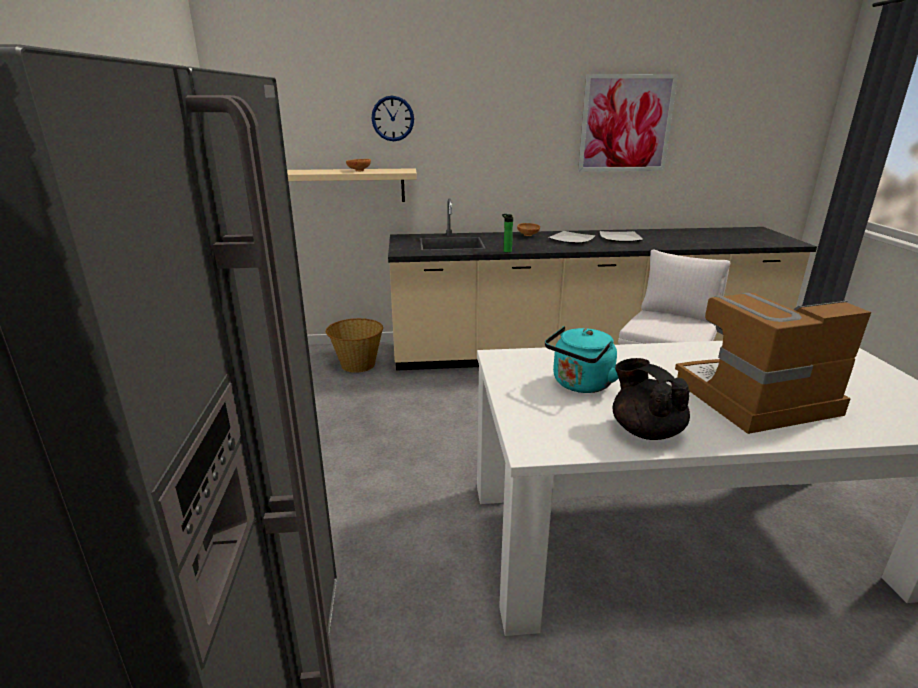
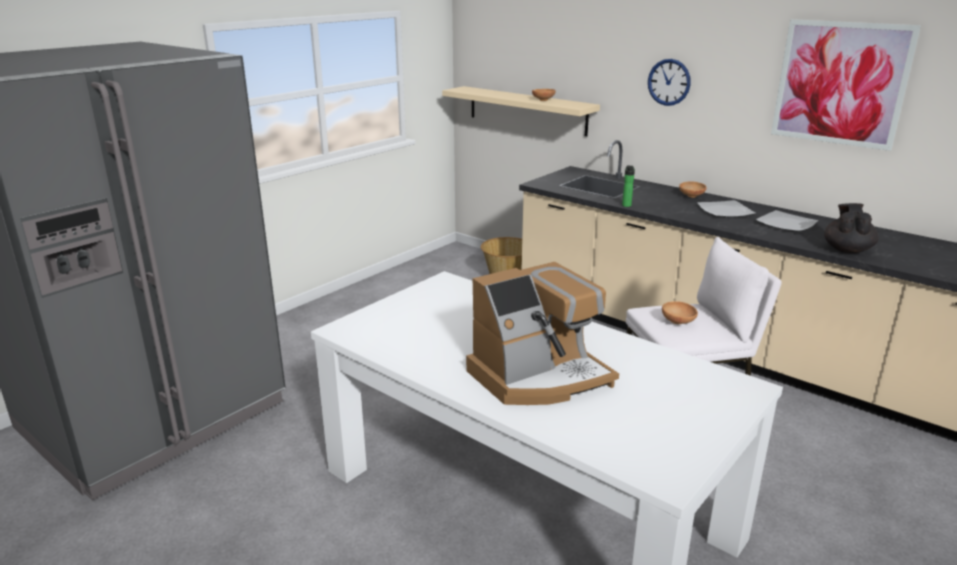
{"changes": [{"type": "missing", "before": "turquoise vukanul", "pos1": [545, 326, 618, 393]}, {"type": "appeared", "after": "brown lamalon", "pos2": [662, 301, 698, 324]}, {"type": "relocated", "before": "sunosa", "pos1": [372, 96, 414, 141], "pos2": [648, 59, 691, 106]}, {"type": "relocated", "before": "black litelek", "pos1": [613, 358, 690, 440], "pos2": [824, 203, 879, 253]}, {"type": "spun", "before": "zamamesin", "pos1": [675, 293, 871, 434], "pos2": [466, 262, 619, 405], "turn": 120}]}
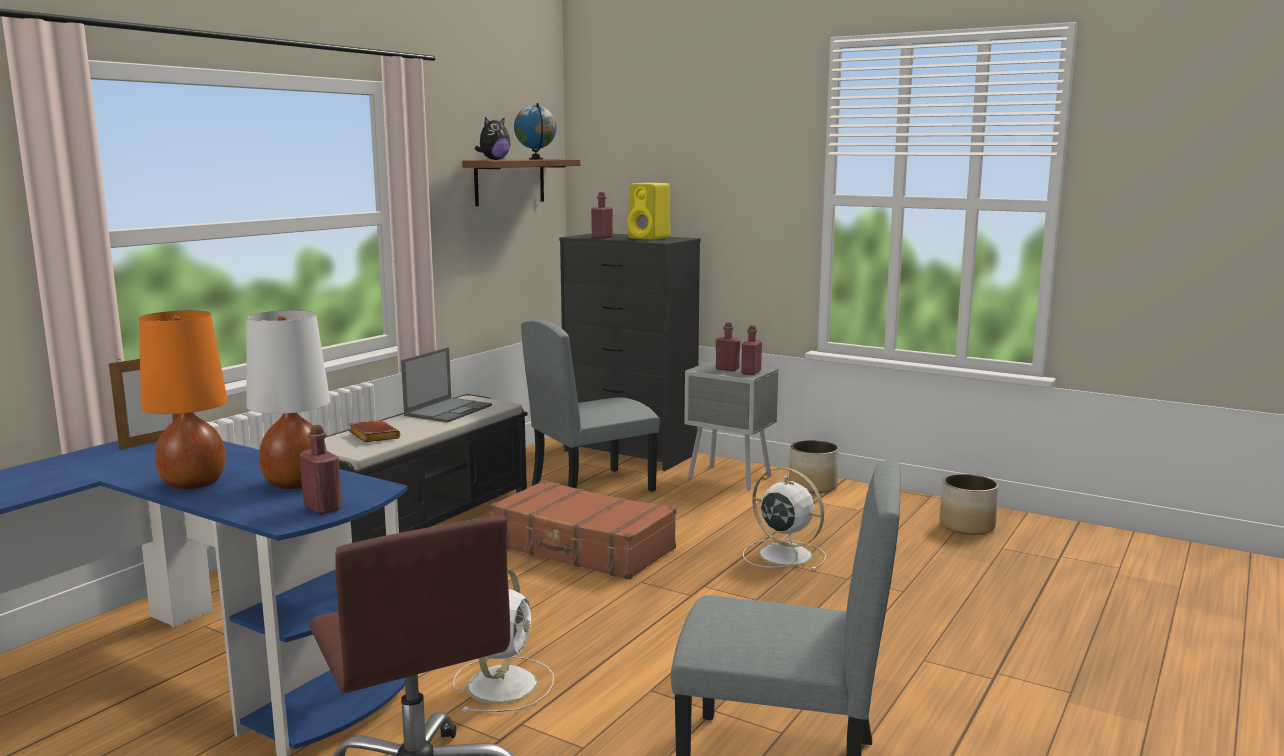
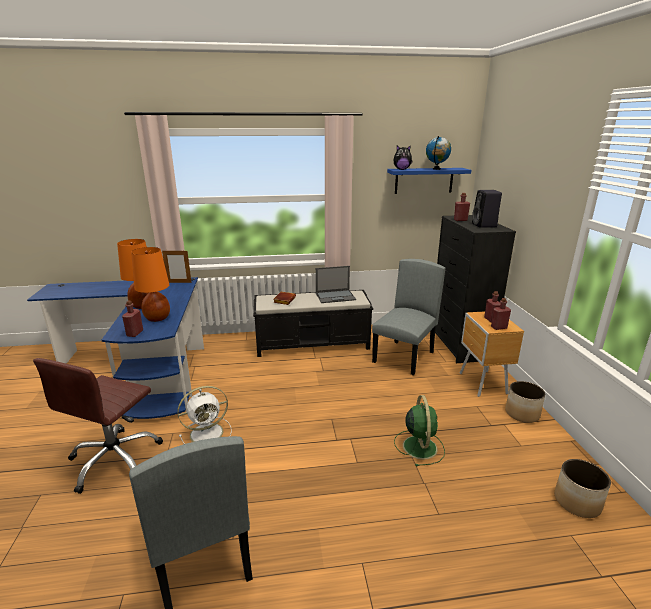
{"changes": [{"type": "missing", "before": "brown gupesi", "pos1": [490, 480, 676, 580]}, {"type": "colour", "before": "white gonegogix", "after": "orange gonegogix", "pos1": [247, 310, 330, 489], "pos2": [131, 247, 170, 322]}, {"type": "colour", "before": "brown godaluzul", "after": "blue godaluzul", "pos1": [462, 159, 580, 206], "pos2": [387, 168, 471, 194]}, {"type": "colour", "before": "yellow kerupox", "after": "black kerupox", "pos1": [628, 183, 670, 240], "pos2": [472, 190, 502, 228]}, {"type": "colour", "before": "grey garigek", "after": "brown garigek", "pos1": [684, 361, 778, 490], "pos2": [460, 311, 524, 397]}, {"type": "colour", "before": "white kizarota", "after": "green kizarota", "pos1": [743, 467, 826, 571], "pos2": [394, 395, 445, 466]}, {"type": "spun", "before": "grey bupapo", "pos1": [521, 320, 660, 492], "pos2": [372, 259, 445, 375], "turn": 105}]}
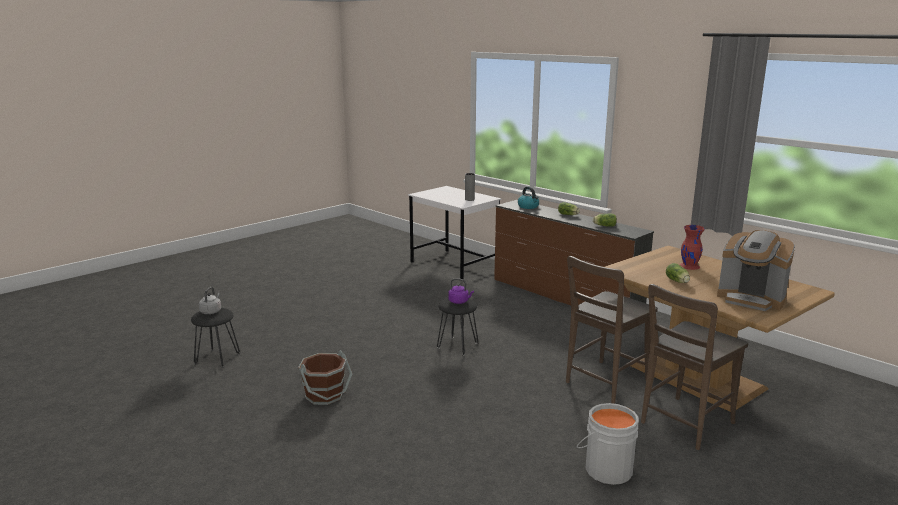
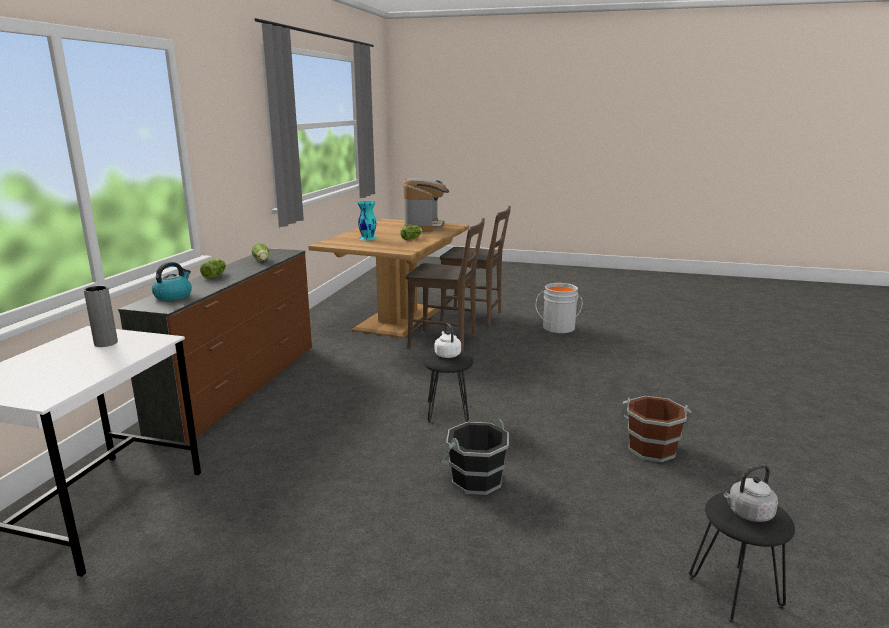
{"changes": [{"type": "appeared", "after": "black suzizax", "pos2": [438, 419, 509, 495]}, {"type": "colour", "before": "purple vukanul", "after": "white vukanul", "pos1": [448, 278, 474, 304], "pos2": [435, 323, 461, 358]}, {"type": "colour", "before": "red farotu", "after": "turquoise farotu", "pos1": [679, 225, 705, 270], "pos2": [358, 201, 377, 240]}]}
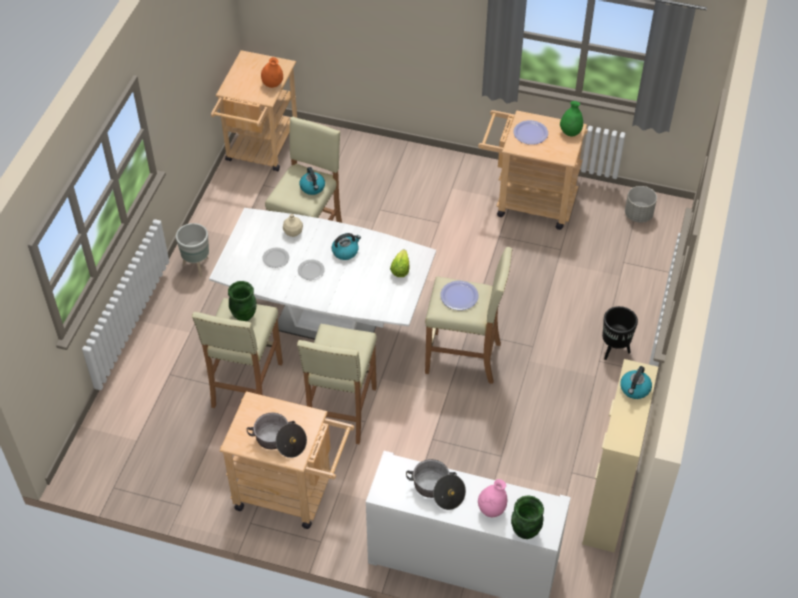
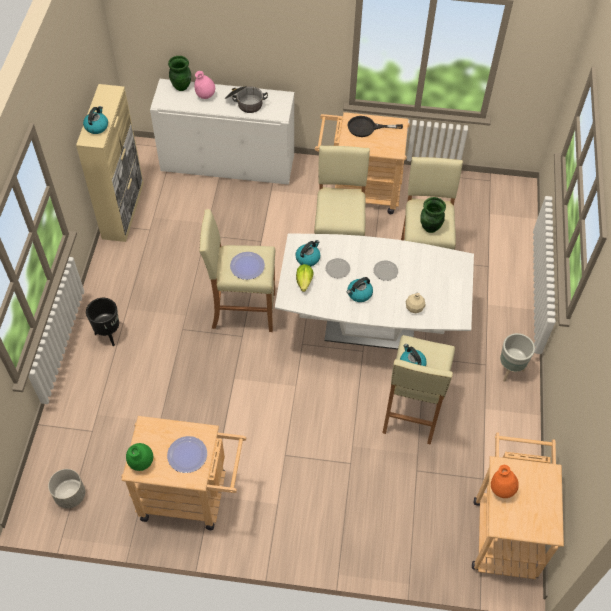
{"changes": [{"type": "appeared", "after": "vukanul", "pos2": [295, 240, 320, 266]}, {"type": "relocated", "before": "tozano", "pos1": [262, 247, 289, 268], "pos2": [326, 258, 350, 278]}, {"type": "exchanged", "before": "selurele", "after": "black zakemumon", "pos1": [247, 413, 307, 458], "pos2": [348, 116, 403, 137]}]}
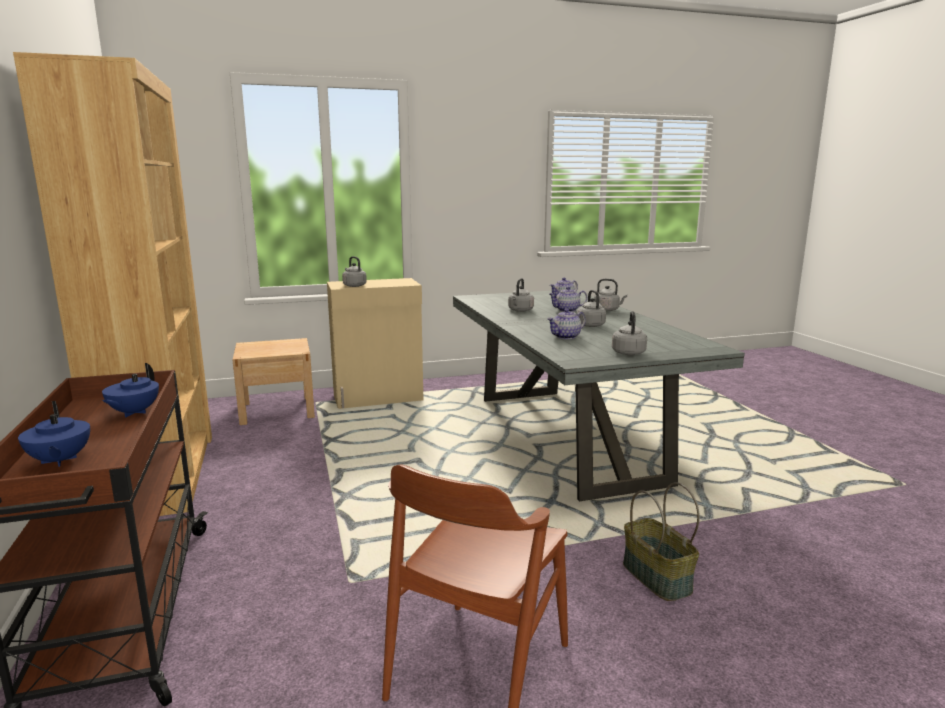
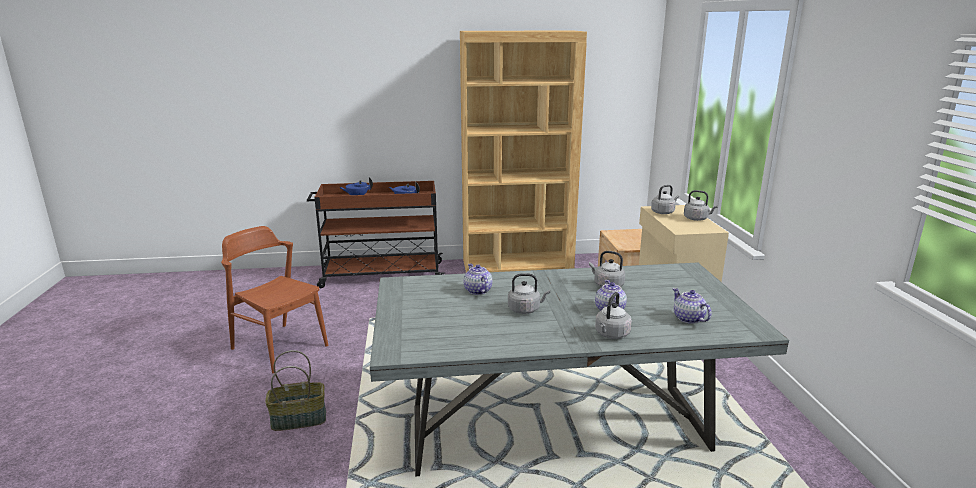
{"changes": [{"type": "relocated", "before": "grey vukanul", "pos1": [612, 311, 647, 355], "pos2": [684, 190, 718, 221]}]}
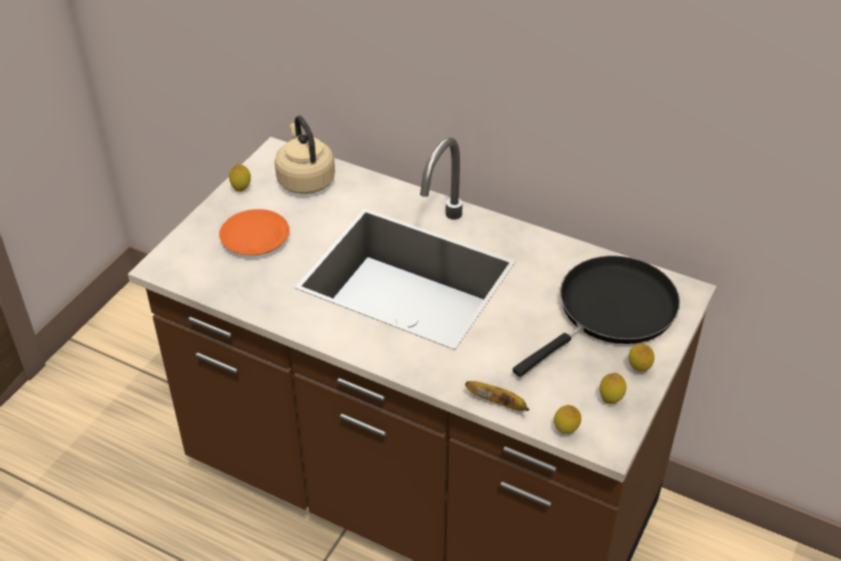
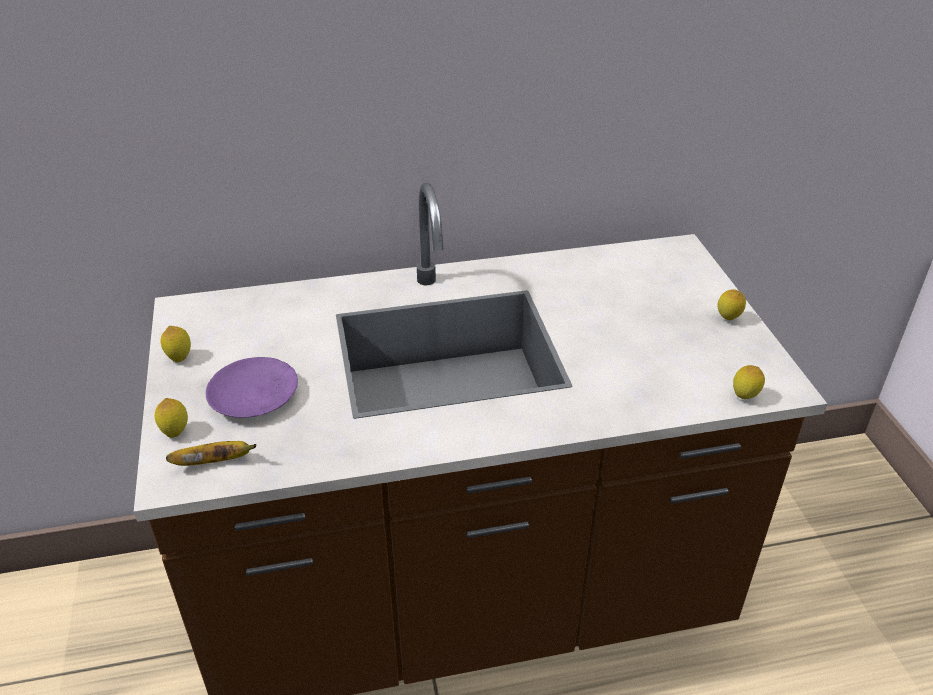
{"changes": [{"type": "missing", "before": "beige vukanul", "pos1": [275, 116, 335, 194]}, {"type": "missing", "before": "black zakemumon", "pos1": [513, 256, 680, 377]}, {"type": "relocated", "before": "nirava", "pos1": [465, 381, 529, 411], "pos2": [166, 441, 257, 466]}, {"type": "relocated", "before": "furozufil", "pos1": [600, 373, 626, 404], "pos2": [155, 398, 188, 438]}, {"type": "colour", "before": "orange tozano", "after": "purple tozano", "pos1": [219, 209, 290, 255], "pos2": [206, 357, 298, 418]}]}
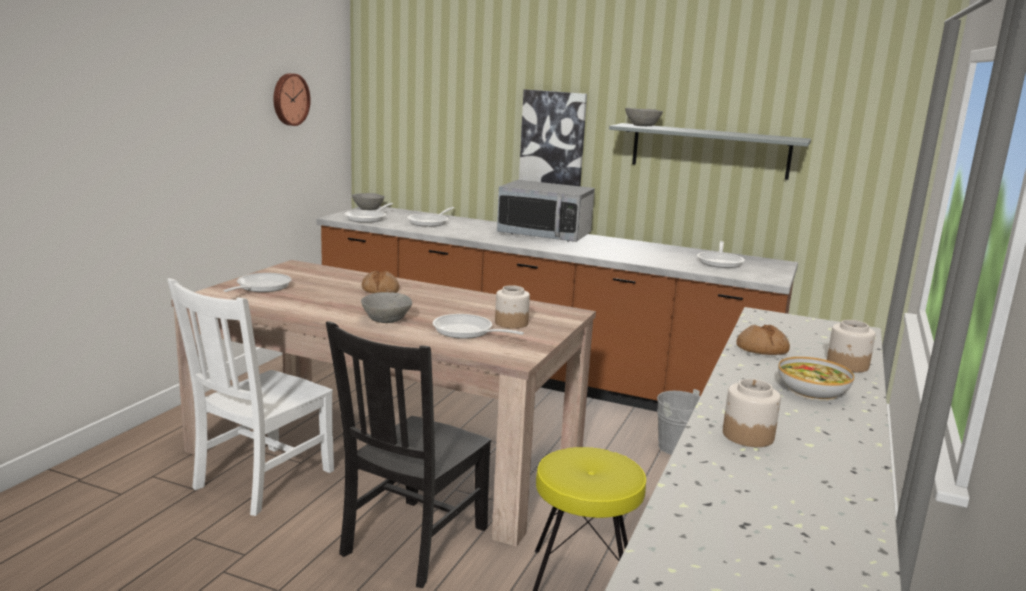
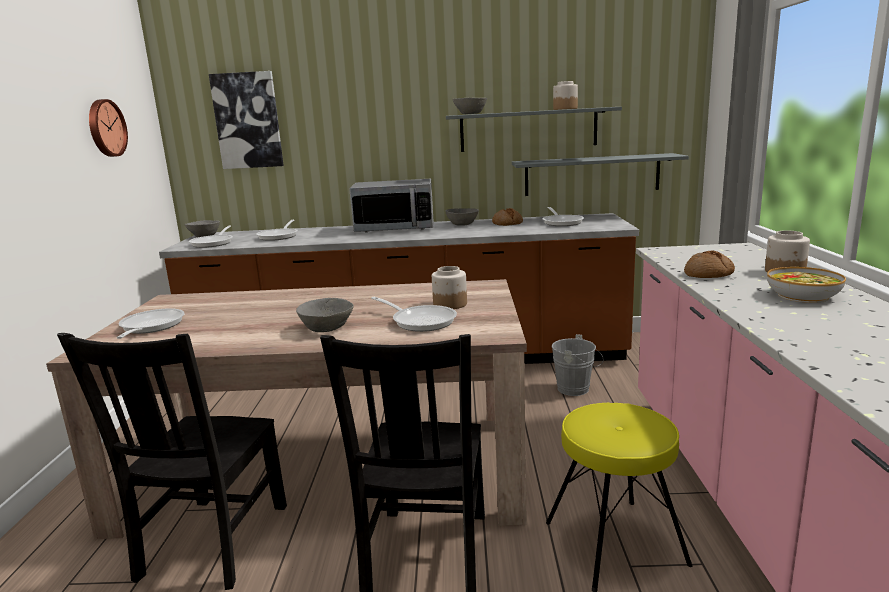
{"changes": [{"type": "appeared", "after": "grey lamalon", "pos2": [445, 208, 479, 226]}, {"type": "appeared", "after": "grey godaluzul", "pos2": [512, 153, 689, 196]}, {"type": "relocated", "before": "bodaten", "pos1": [362, 271, 399, 293], "pos2": [492, 208, 523, 226]}, {"type": "relocated", "before": "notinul", "pos1": [519, 89, 587, 186], "pos2": [209, 71, 284, 169]}, {"type": "relocated", "before": "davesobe", "pos1": [723, 379, 781, 447], "pos2": [553, 81, 578, 110]}, {"type": "colour", "before": "white bupapo", "after": "black bupapo", "pos1": [167, 278, 334, 516], "pos2": [57, 333, 287, 590]}, {"type": "spun", "before": "zakemumon", "pos1": [433, 314, 524, 339], "pos2": [371, 297, 457, 332], "turn": -150}]}
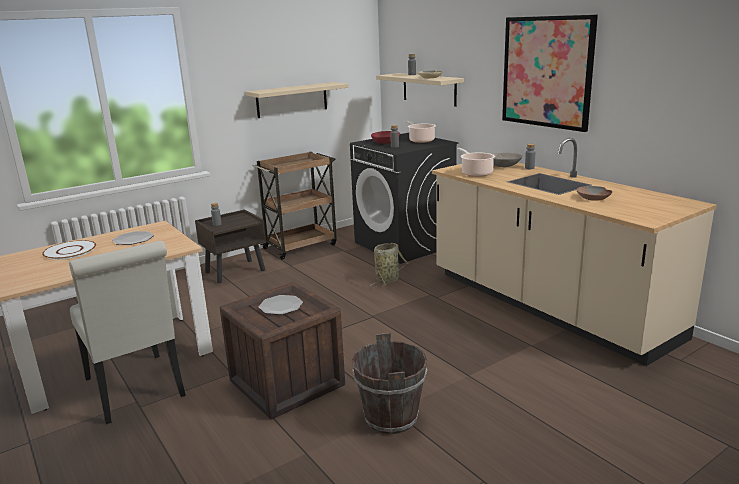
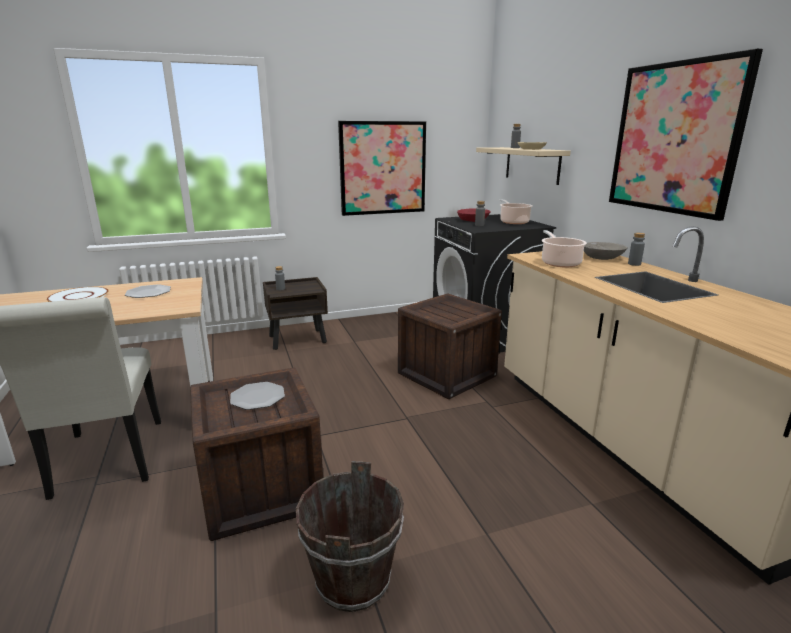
{"changes": [{"type": "missing", "before": "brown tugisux", "pos1": [253, 152, 337, 260]}, {"type": "missing", "before": "brown lamalon", "pos1": [577, 186, 612, 201]}, {"type": "exchanged", "before": "beige godaluzul", "after": "notinul", "pos1": [246, 82, 349, 118], "pos2": [338, 121, 426, 216]}, {"type": "exchanged", "before": "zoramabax", "after": "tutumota", "pos1": [370, 243, 410, 287], "pos2": [398, 293, 502, 399]}]}
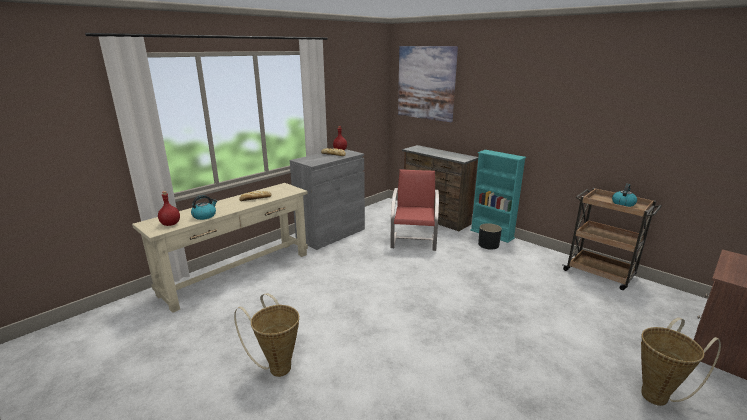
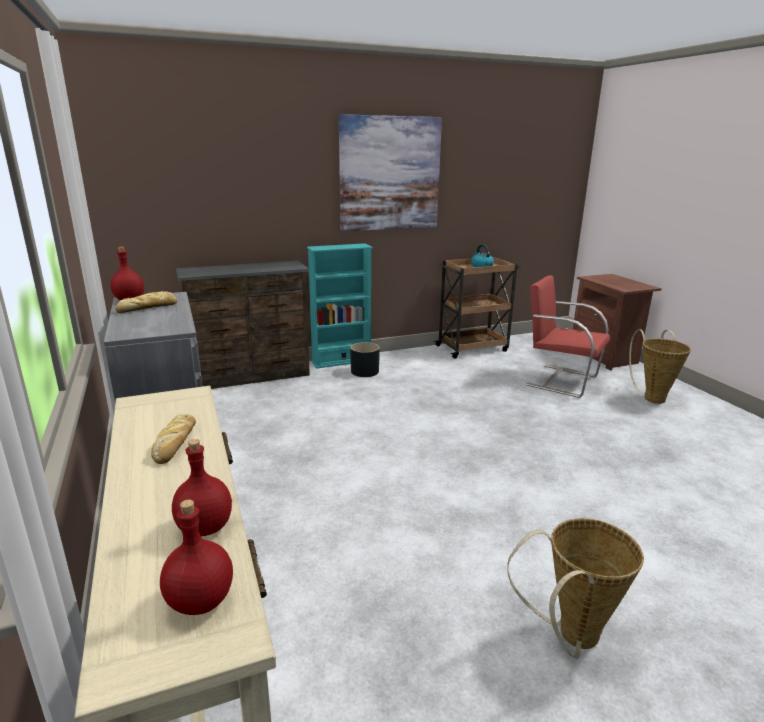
{"changes": [{"type": "relocated", "before": "red bupapo", "pos1": [390, 169, 439, 251], "pos2": [526, 275, 610, 398]}, {"type": "relocated", "before": "notinul", "pos1": [398, 46, 458, 122], "pos2": [339, 114, 442, 231]}, {"type": "exchanged", "before": "vukanul", "after": "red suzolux", "pos1": [191, 195, 217, 220], "pos2": [172, 439, 232, 536]}]}
